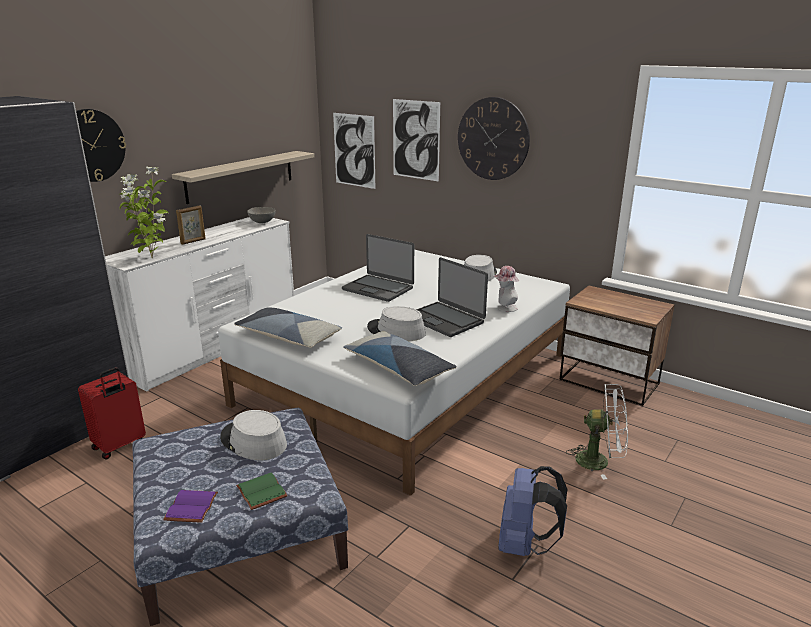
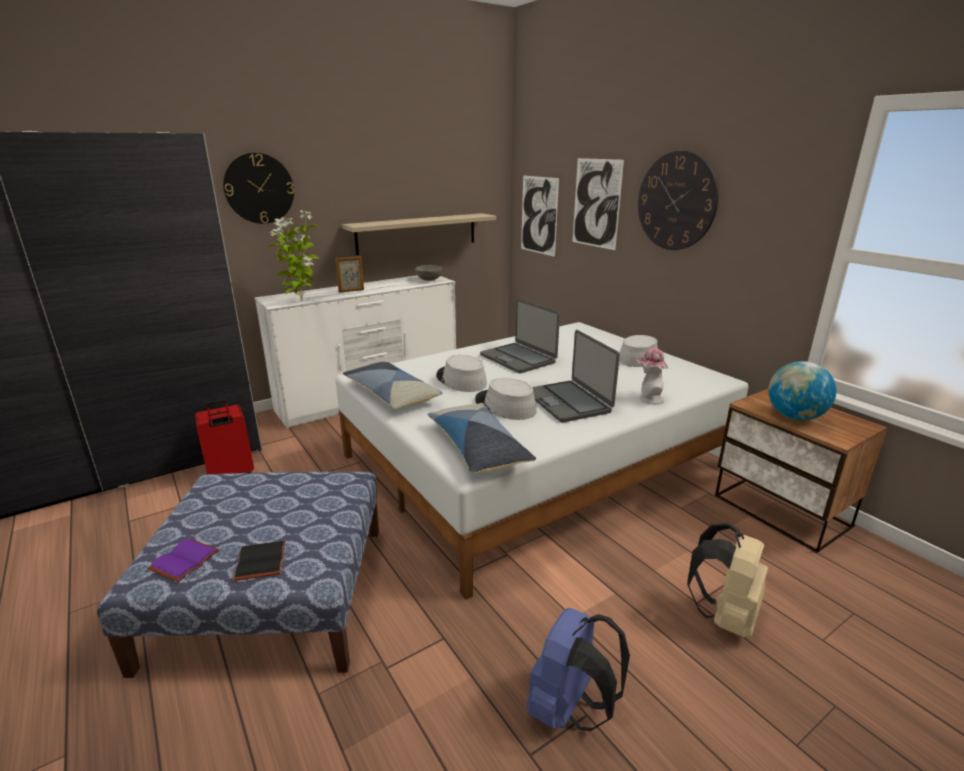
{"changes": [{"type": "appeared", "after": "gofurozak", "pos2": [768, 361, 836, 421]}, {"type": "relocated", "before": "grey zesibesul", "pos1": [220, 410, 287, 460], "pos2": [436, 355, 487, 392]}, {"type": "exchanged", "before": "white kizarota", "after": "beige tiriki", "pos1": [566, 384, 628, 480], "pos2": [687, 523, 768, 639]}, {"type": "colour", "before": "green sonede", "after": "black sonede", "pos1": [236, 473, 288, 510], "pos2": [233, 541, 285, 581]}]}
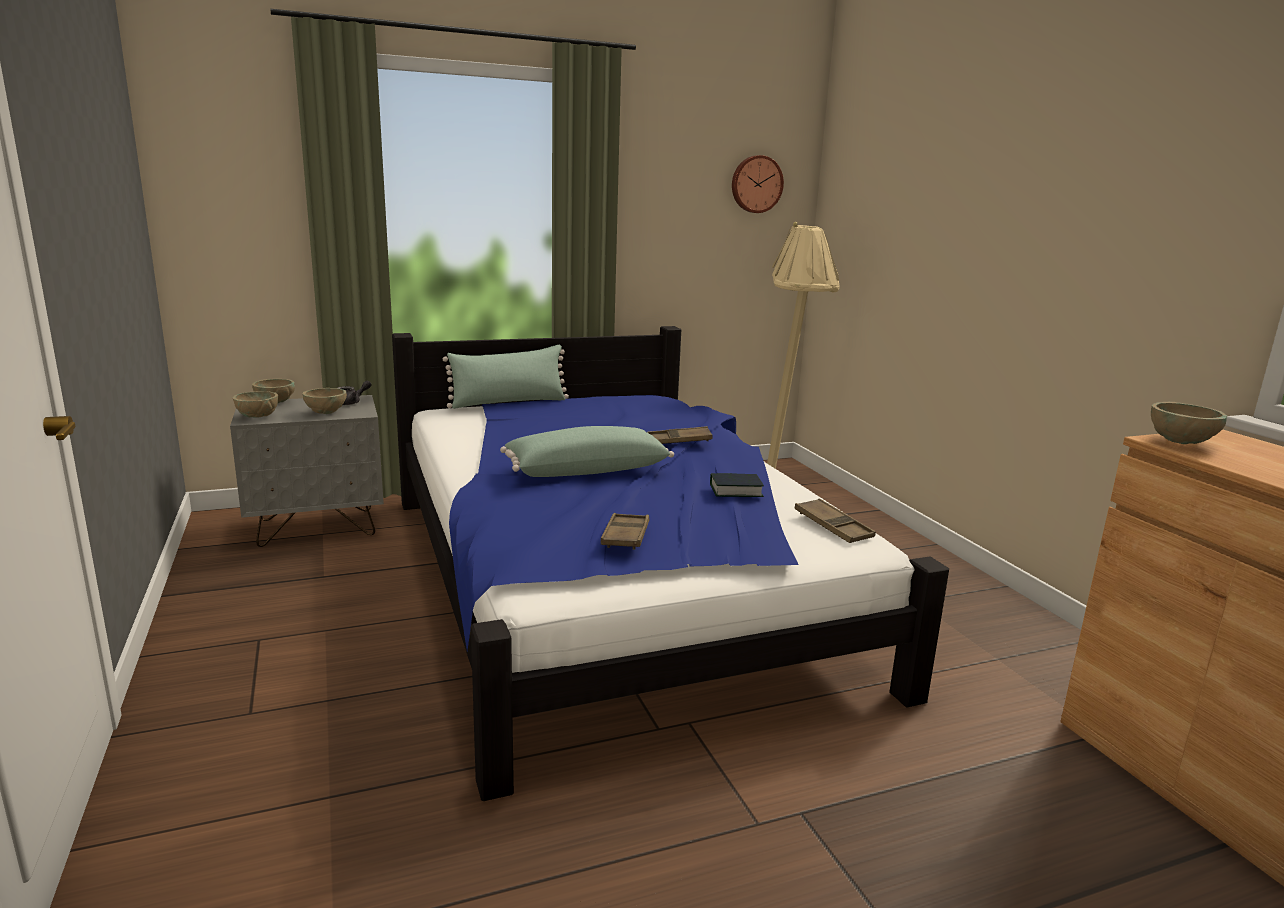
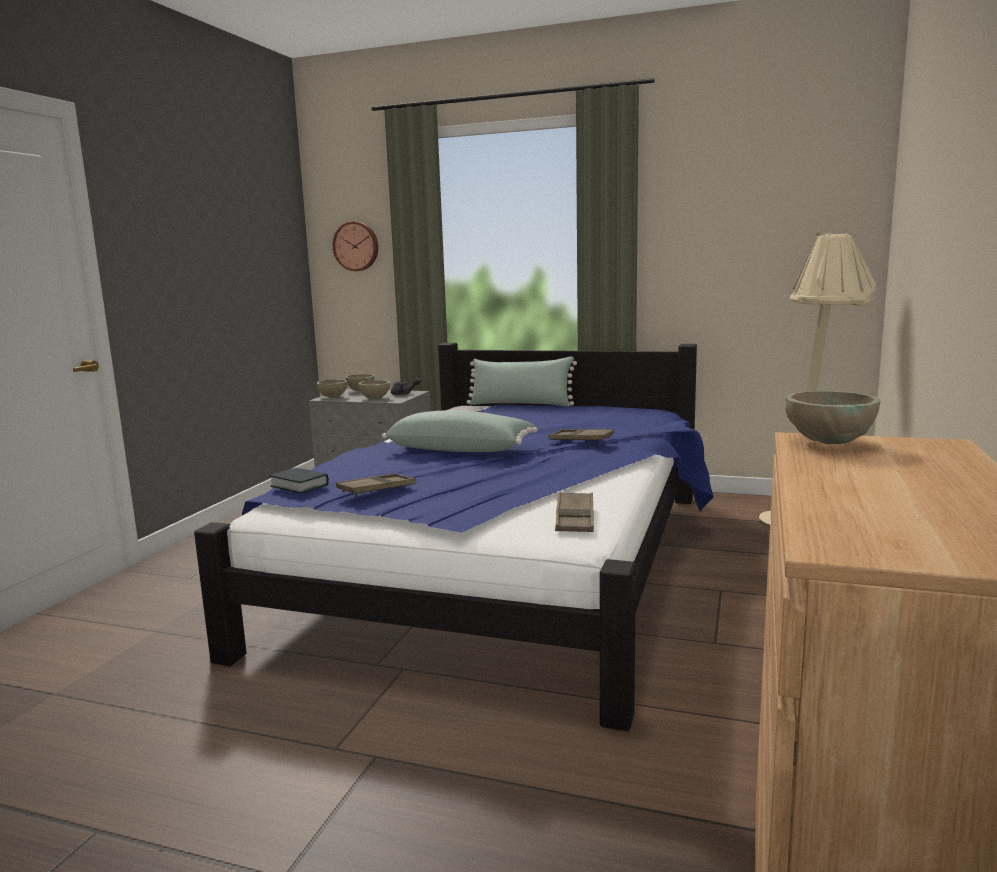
{"changes": [{"type": "relocated", "before": "sonede", "pos1": [710, 473, 764, 497], "pos2": [269, 468, 329, 494]}, {"type": "relocated", "before": "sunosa", "pos1": [732, 155, 784, 213], "pos2": [333, 221, 378, 271]}]}
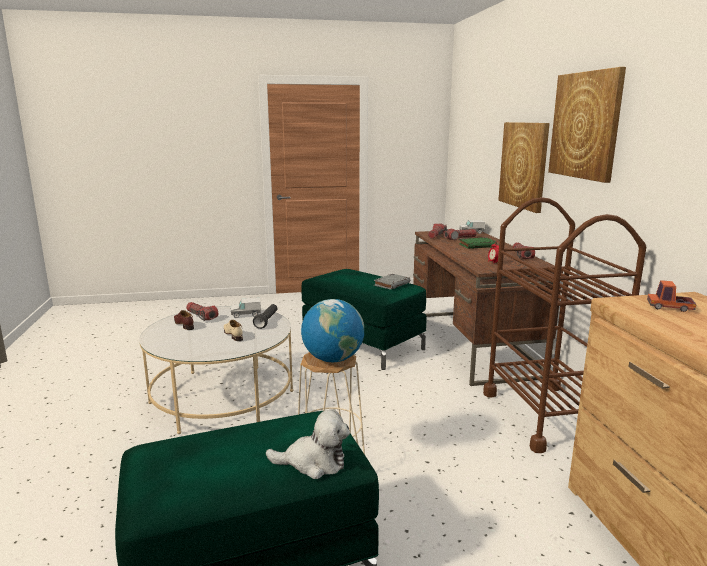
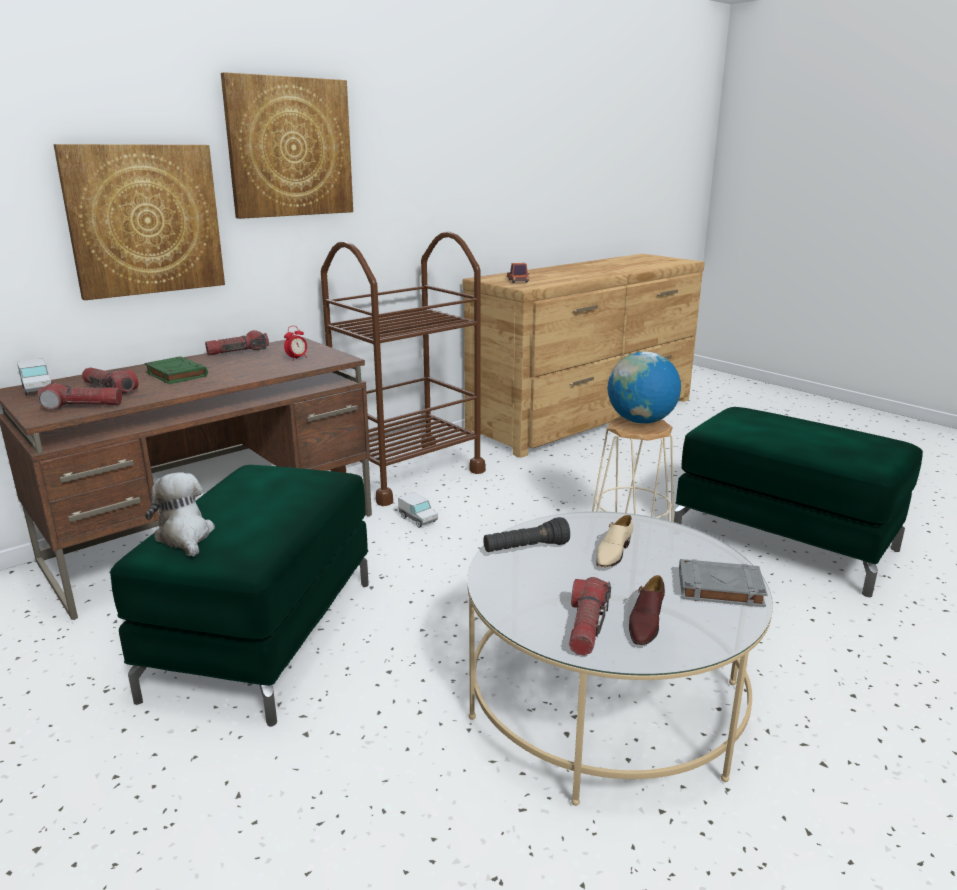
{"changes": [{"type": "relocated", "before": "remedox", "pos1": [231, 298, 261, 318], "pos2": [398, 492, 438, 528]}, {"type": "relocated", "before": "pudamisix", "pos1": [266, 410, 350, 479], "pos2": [145, 472, 215, 557]}, {"type": "relocated", "before": "grey sonede", "pos1": [374, 274, 410, 290], "pos2": [679, 559, 768, 607]}]}
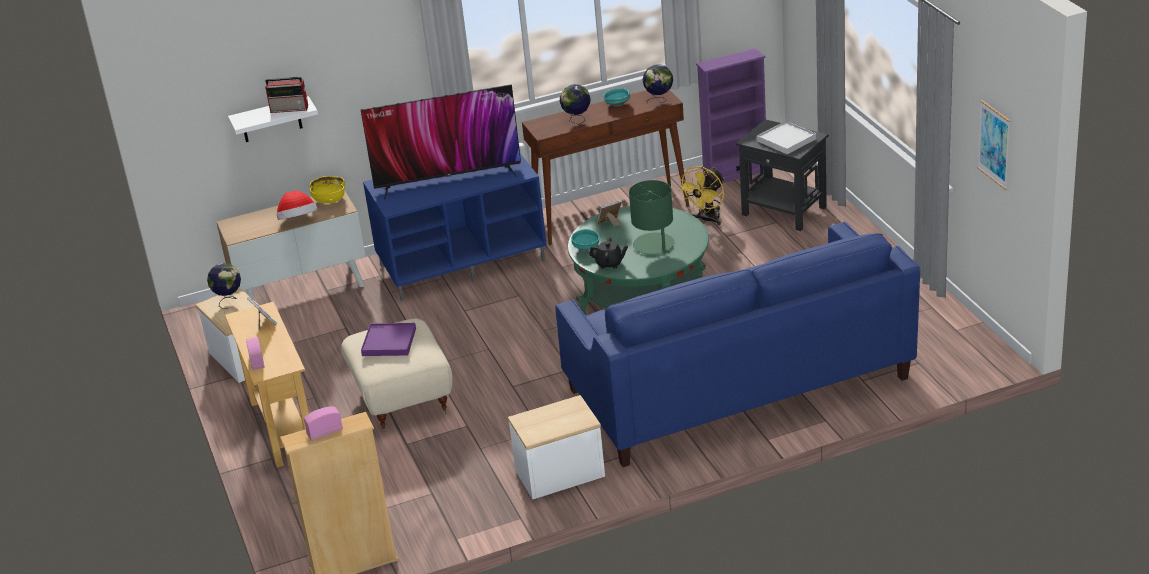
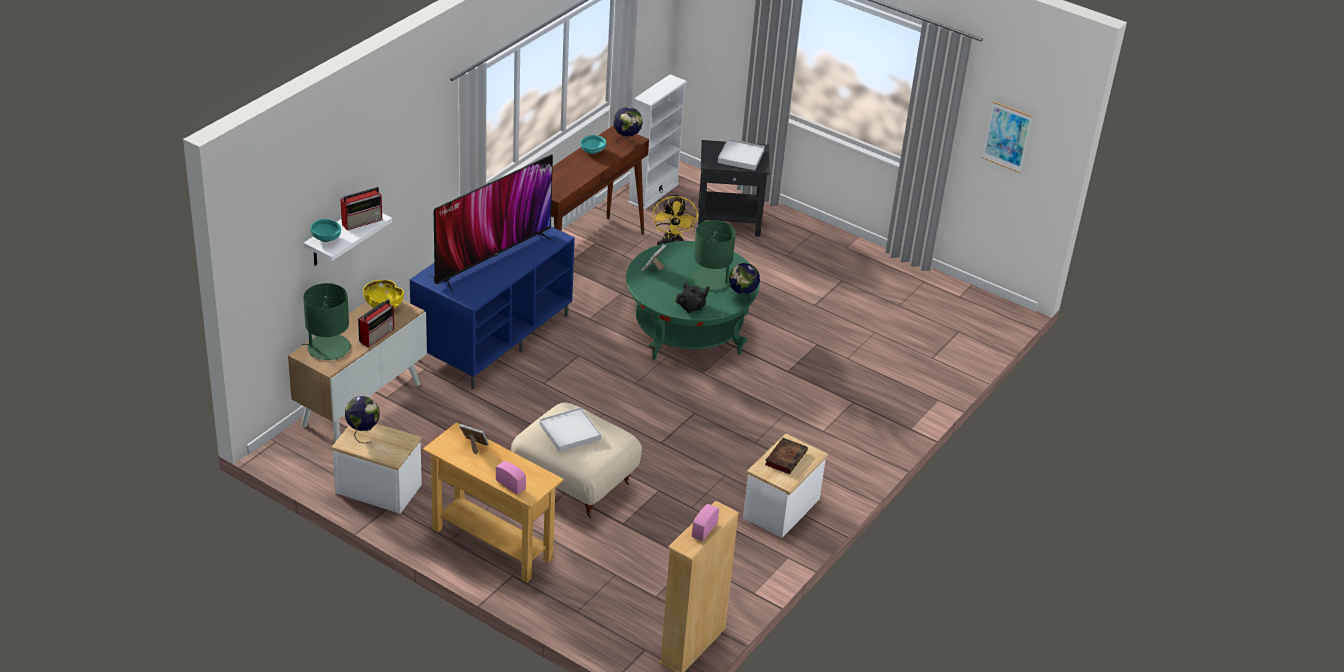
{"changes": [{"type": "missing", "before": "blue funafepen", "pos1": [555, 221, 920, 467]}, {"type": "appeared", "after": "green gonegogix", "pos2": [301, 283, 351, 360]}, {"type": "appeared", "after": "sonede", "pos2": [765, 438, 808, 474]}, {"type": "relocated", "before": "gofurozak", "pos1": [560, 84, 590, 124], "pos2": [729, 263, 760, 302]}, {"type": "relocated", "before": "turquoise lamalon", "pos1": [571, 229, 600, 251], "pos2": [310, 219, 341, 242]}, {"type": "exchanged", "before": "zesibesul", "after": "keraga", "pos1": [277, 190, 318, 220], "pos2": [358, 299, 394, 347]}, {"type": "colour", "before": "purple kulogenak", "after": "white kulogenak", "pos1": [361, 323, 416, 356], "pos2": [539, 407, 601, 452]}, {"type": "colour", "before": "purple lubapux", "after": "white lubapux", "pos1": [696, 48, 766, 183], "pos2": [628, 74, 687, 210]}]}
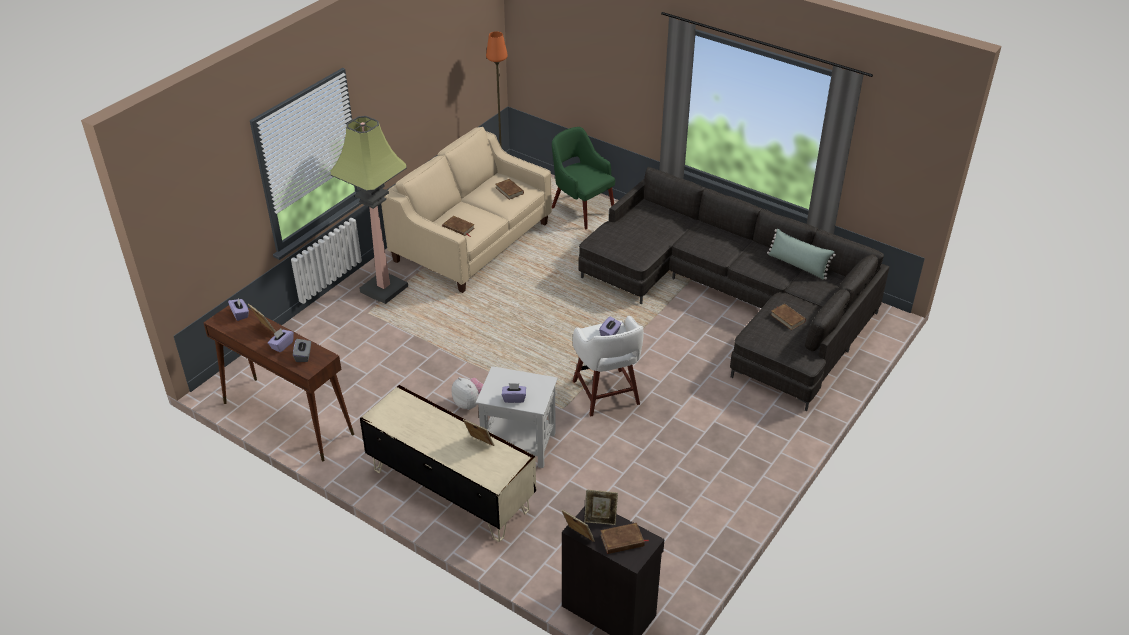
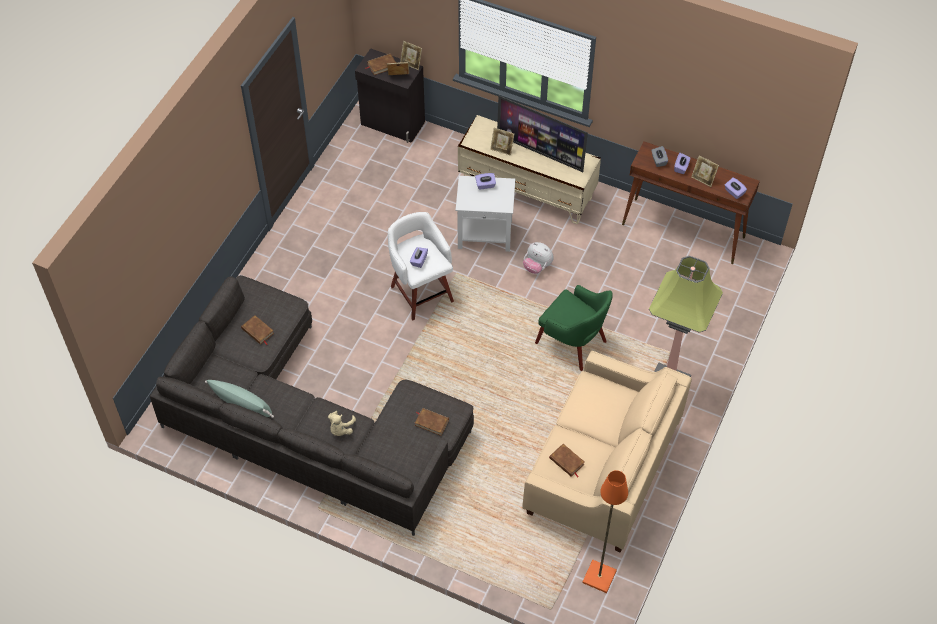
{"changes": [{"type": "appeared", "after": "beige pudamisix", "pos2": [328, 411, 356, 436]}, {"type": "appeared", "after": "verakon", "pos2": [497, 95, 588, 172]}, {"type": "relocated", "before": "brown sonede", "pos1": [442, 216, 475, 237], "pos2": [415, 408, 449, 436]}, {"type": "relocated", "before": "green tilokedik", "pos1": [552, 127, 615, 229], "pos2": [535, 285, 613, 371]}]}
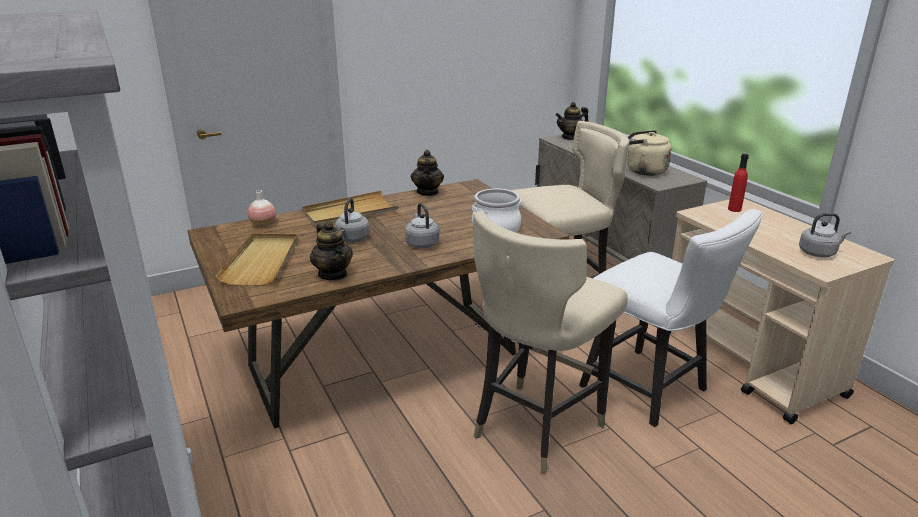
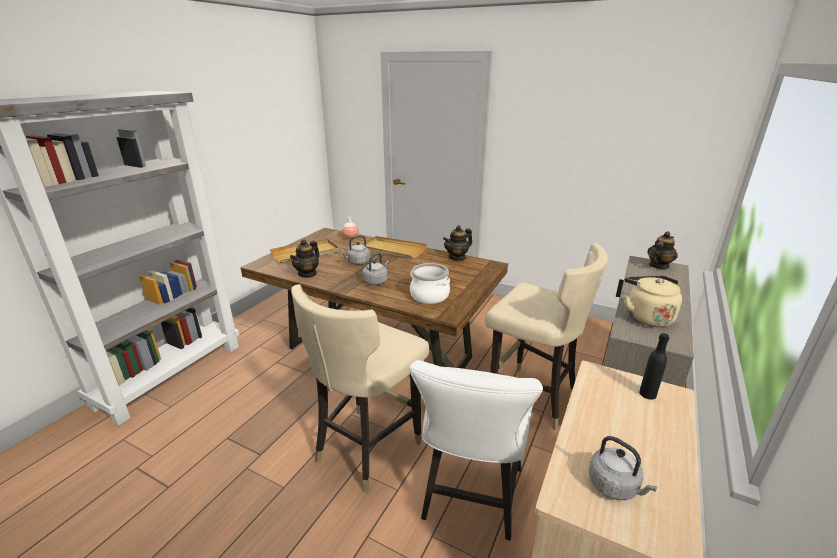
{"changes": [{"type": "colour", "before": "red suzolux", "after": "black suzolux", "pos1": [728, 154, 749, 212], "pos2": [639, 333, 669, 400]}, {"type": "spun", "before": "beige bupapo", "pos1": [474, 211, 628, 474], "pos2": [291, 284, 429, 493], "turn": -60}, {"type": "spun", "before": "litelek", "pos1": [556, 102, 589, 140], "pos2": [648, 231, 678, 269], "turn": 105}]}
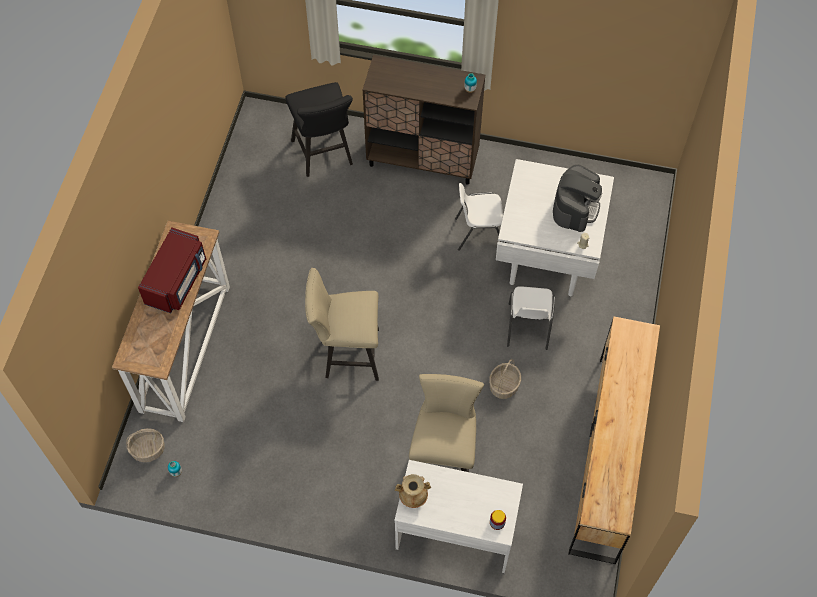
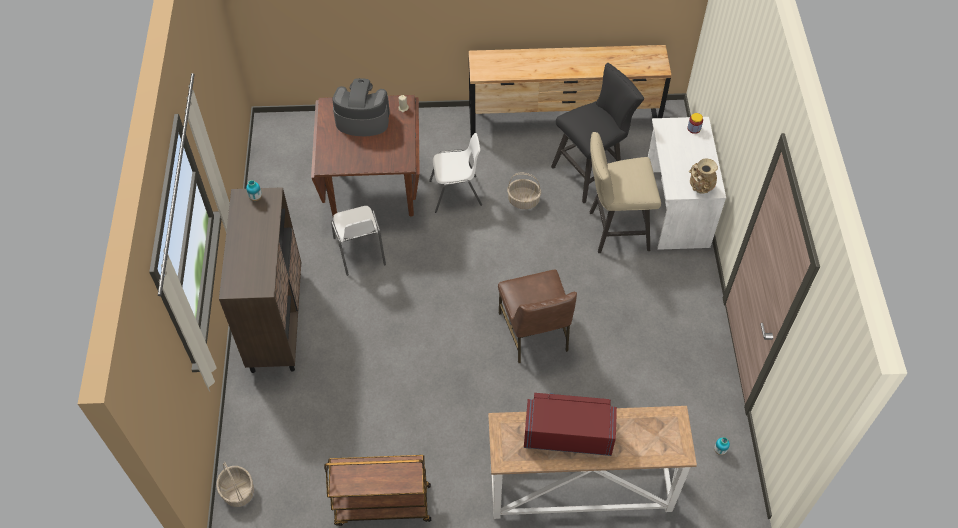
{"changes": [{"type": "appeared", "after": "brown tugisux", "pos2": [324, 455, 431, 526]}, {"type": "relocated", "before": "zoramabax", "pos1": [126, 428, 165, 462], "pos2": [216, 461, 254, 507]}, {"type": "relocated", "before": "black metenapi", "pos1": [286, 82, 353, 177], "pos2": [551, 63, 644, 203]}, {"type": "exchanged", "before": "beige metenapi", "after": "brown bupapo", "pos1": [305, 268, 379, 381], "pos2": [498, 269, 577, 363]}, {"type": "colour", "before": "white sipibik", "after": "brown sipibik", "pos1": [496, 159, 614, 296], "pos2": [311, 95, 420, 217]}]}
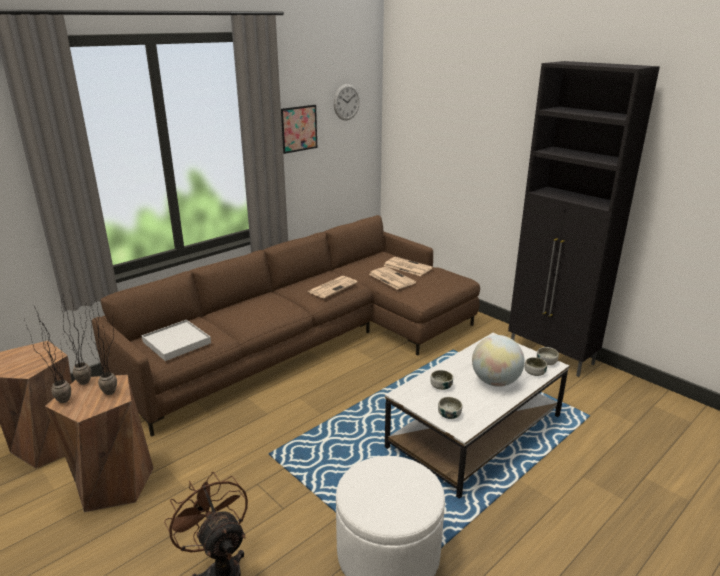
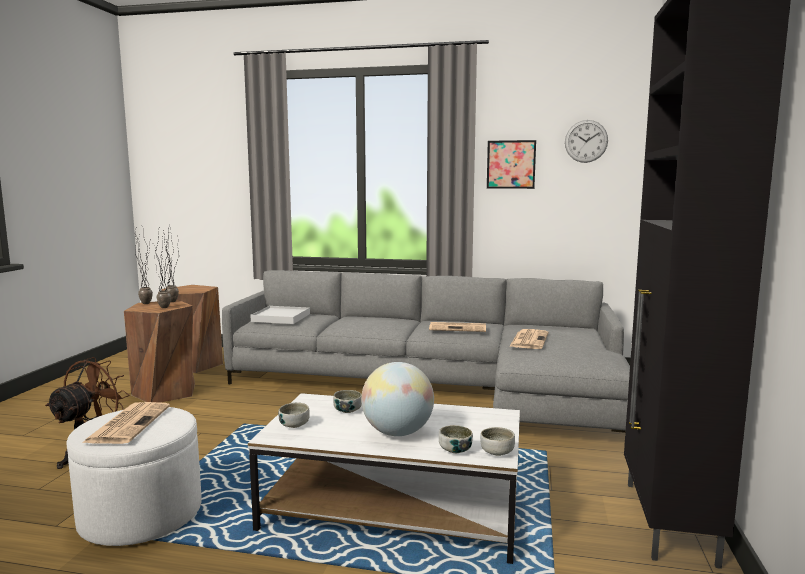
{"changes": [{"type": "relocated", "before": "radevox", "pos1": [383, 257, 433, 276], "pos2": [82, 402, 170, 444]}, {"type": "colour", "before": "brown funafepen", "after": "grey funafepen", "pos1": [92, 215, 480, 436], "pos2": [222, 270, 630, 433]}]}
